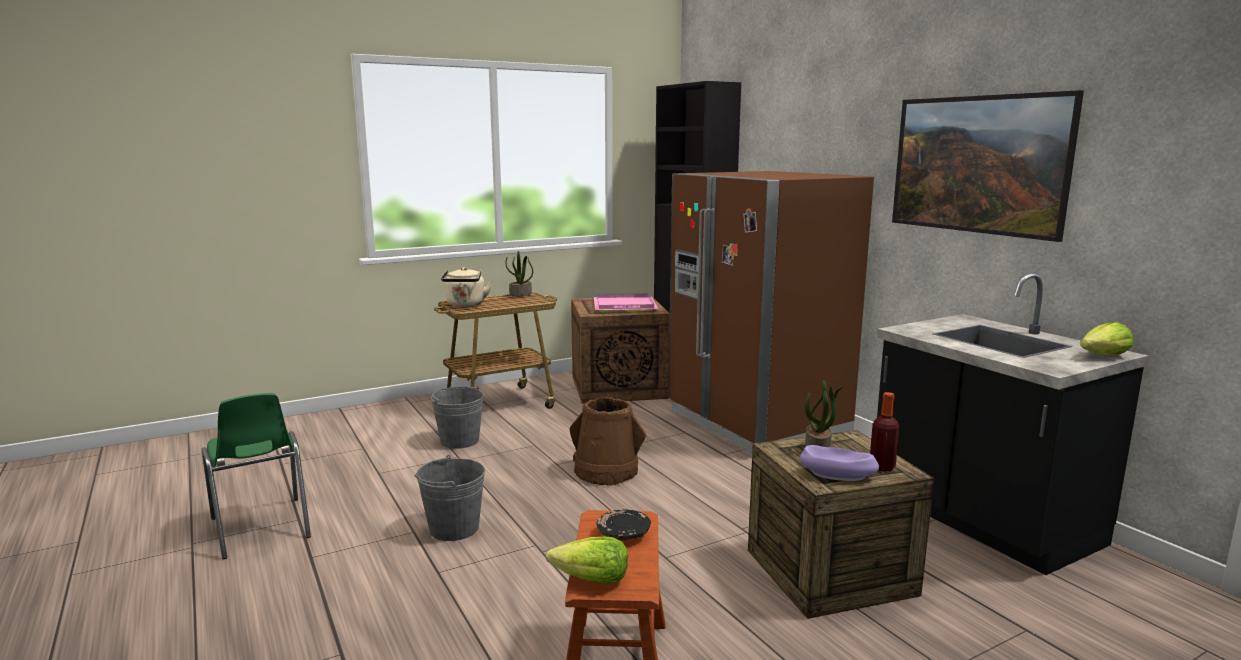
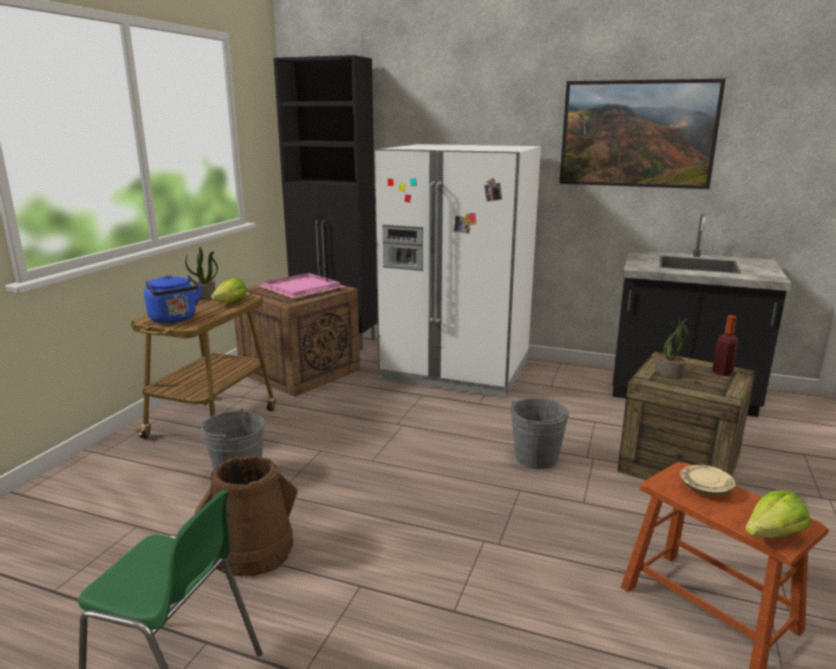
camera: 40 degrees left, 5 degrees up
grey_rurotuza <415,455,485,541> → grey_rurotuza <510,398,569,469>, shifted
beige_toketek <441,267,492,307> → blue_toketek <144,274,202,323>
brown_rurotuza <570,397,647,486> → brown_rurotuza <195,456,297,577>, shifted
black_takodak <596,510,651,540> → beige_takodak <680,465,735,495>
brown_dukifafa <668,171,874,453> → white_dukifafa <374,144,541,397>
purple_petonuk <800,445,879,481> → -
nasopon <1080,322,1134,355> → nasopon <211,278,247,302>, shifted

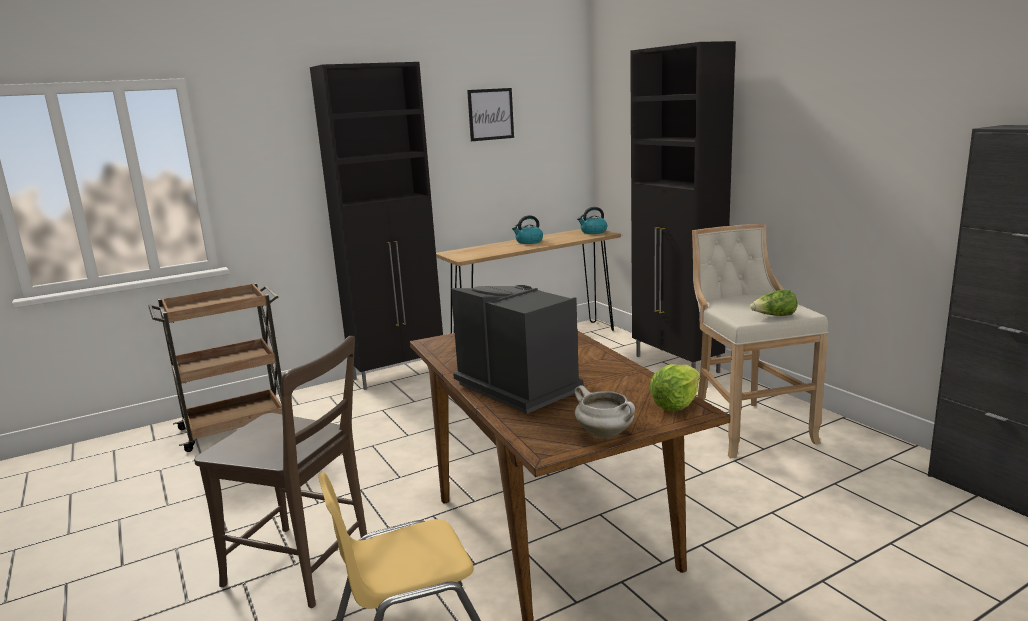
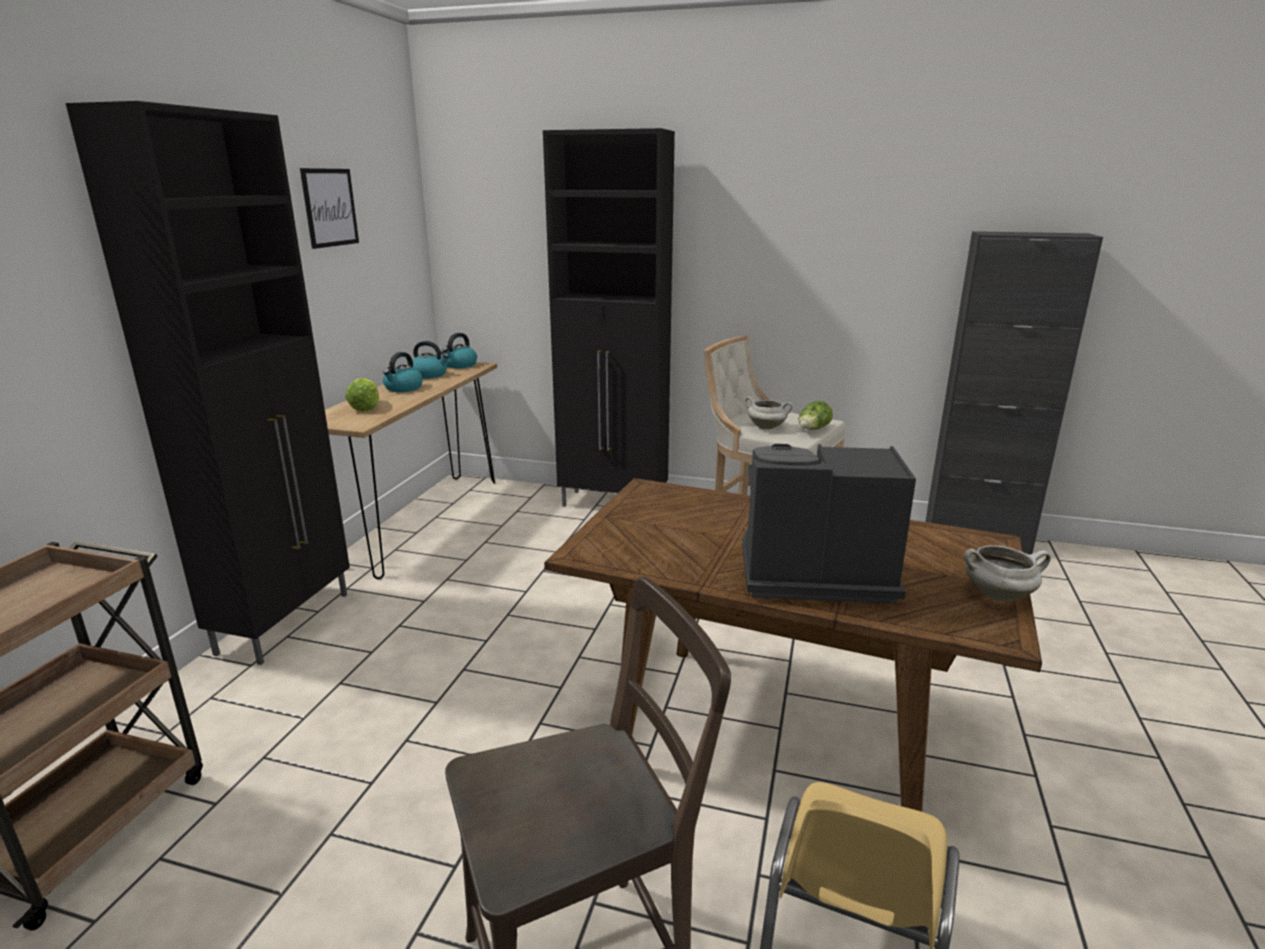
camera: 45 degrees left, 5 degrees up
nasopon <649,365,700,411> → nasopon <345,378,379,412>, shifted
- → toketek <413,341,449,379>
- → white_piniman <744,396,793,430>

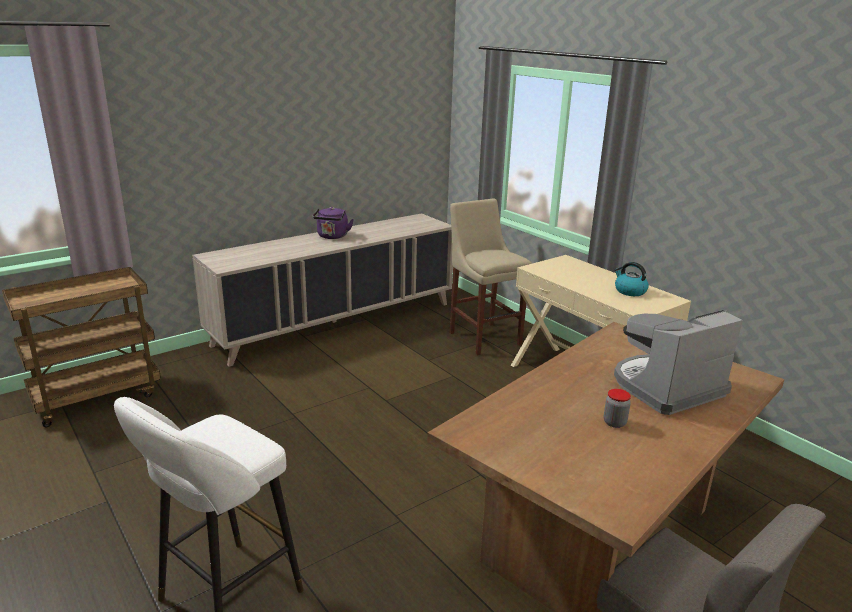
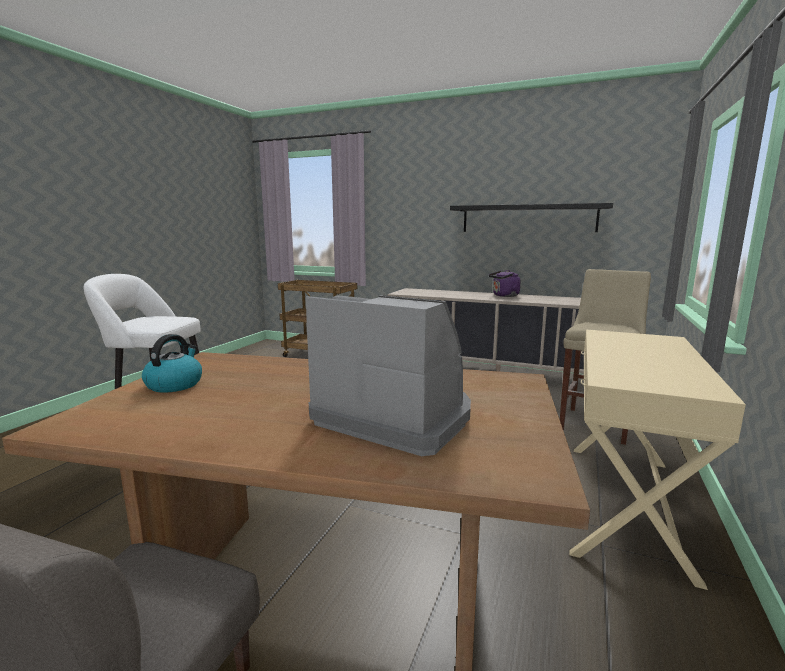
camera: 60 degrees right, 10 degrees down
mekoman <604,389,631,428> → -
toketek <614,262,649,296> → toketek <142,334,202,393>, shifted
- → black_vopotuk <450,203,613,232>

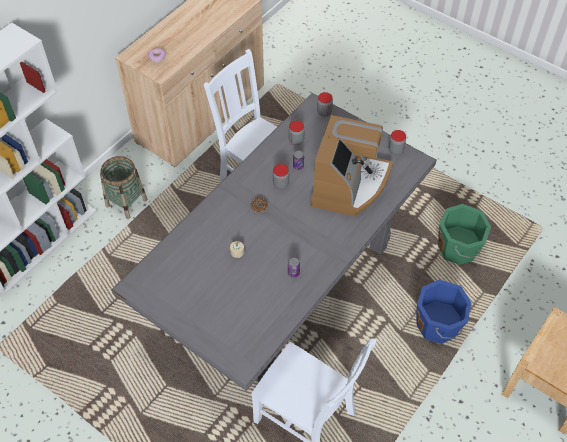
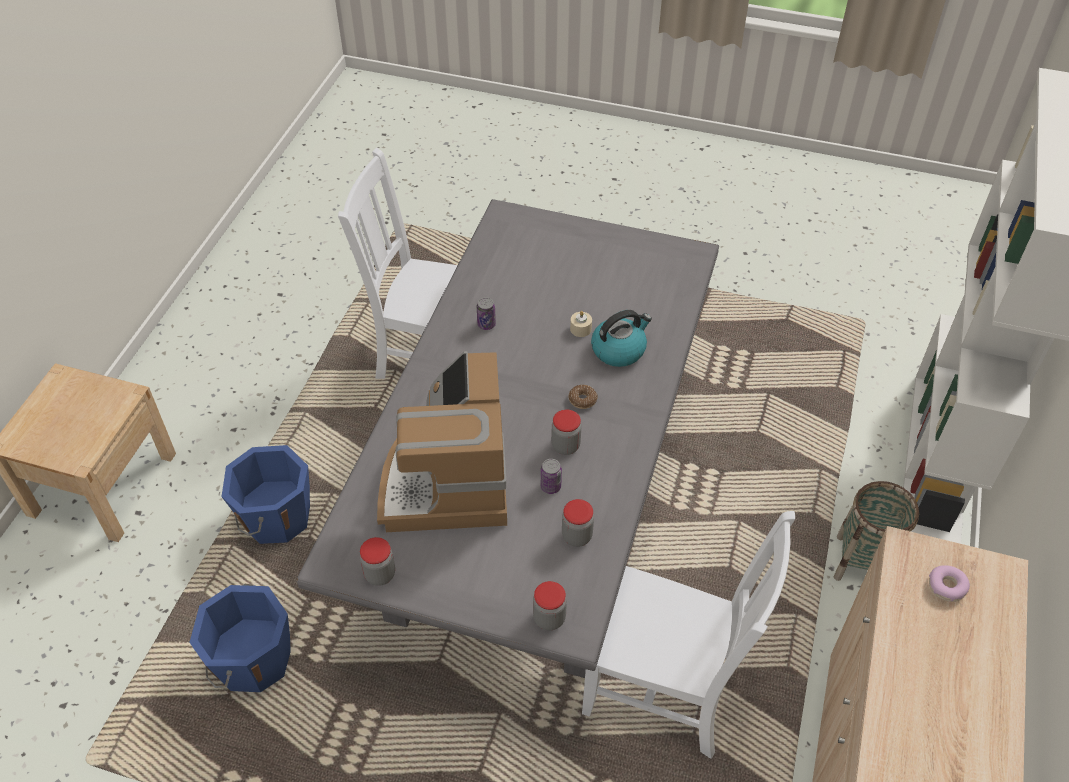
camera: 160 degrees right, 5 degrees down
green_rurotuza <438,204,491,265> → blue_rurotuza <189,584,291,692>
- → toketek <591,310,652,367>

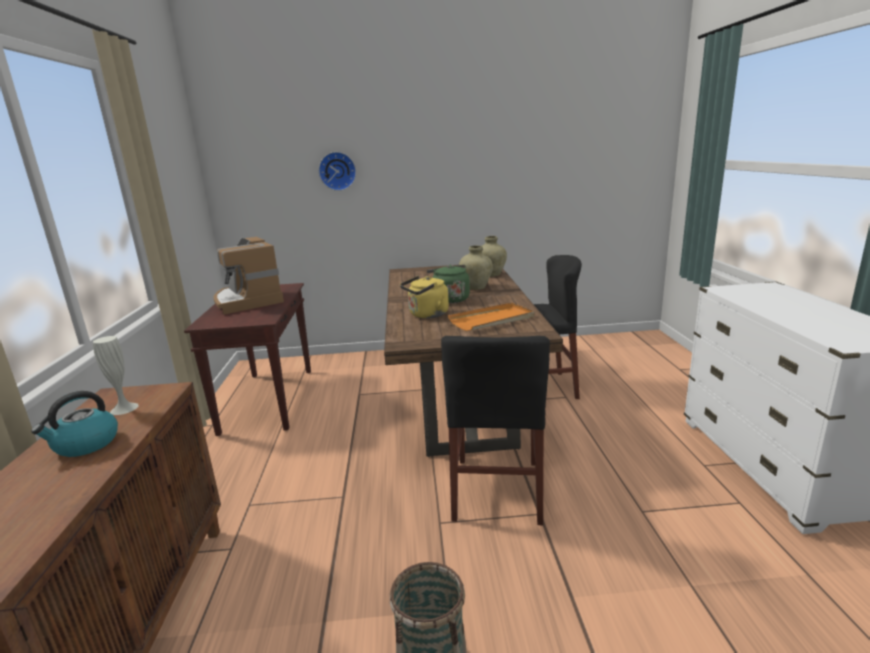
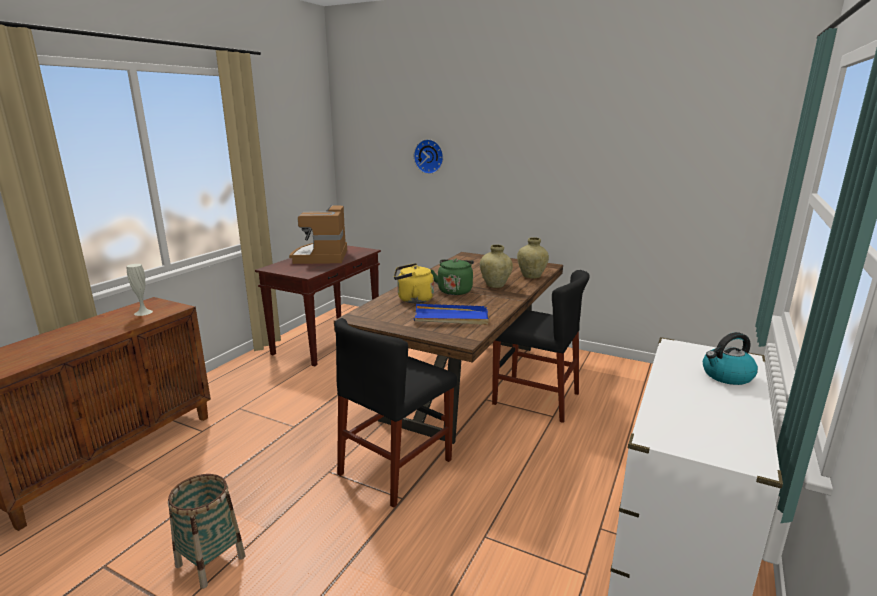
camera: 30 degrees right, 0 degrees up
toketek <31,391,118,457> → toketek <703,332,758,385>, shifted
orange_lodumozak <448,303,534,331> → blue_lodumozak <414,304,489,325>

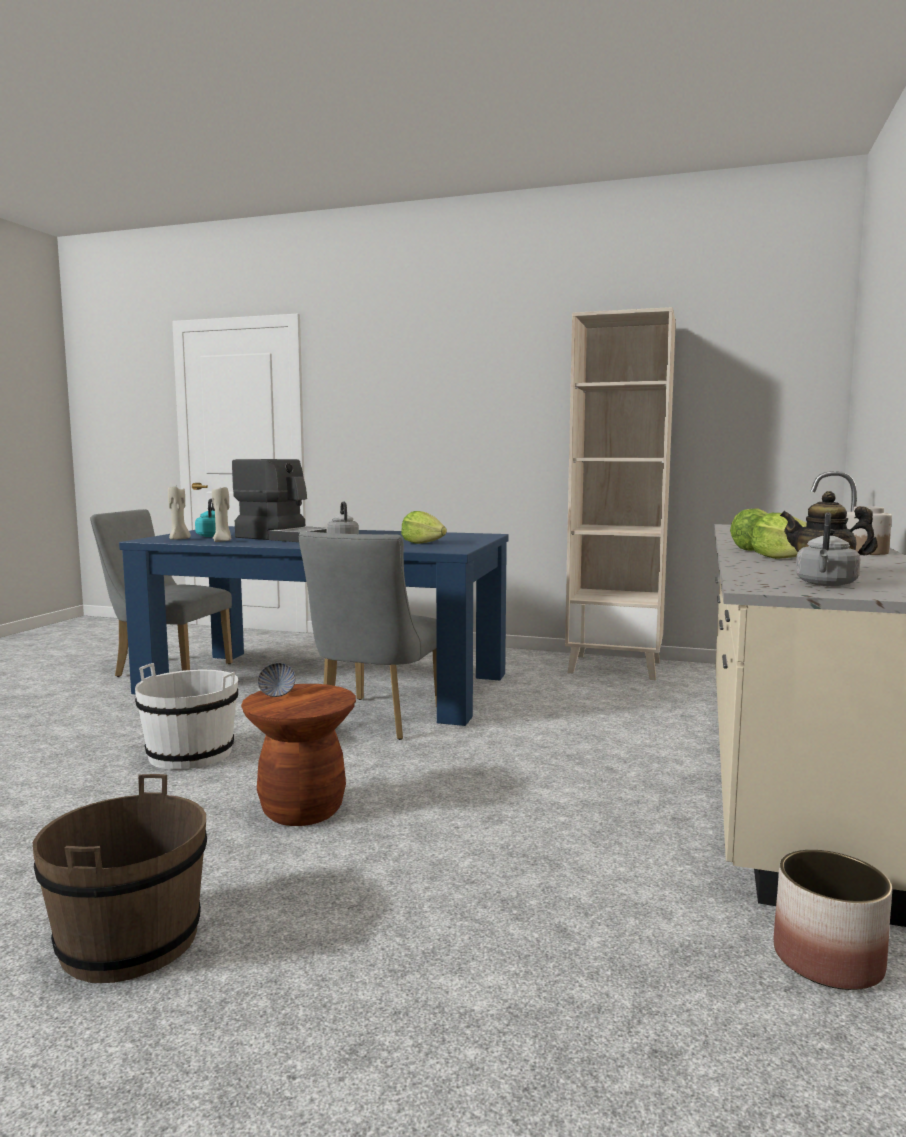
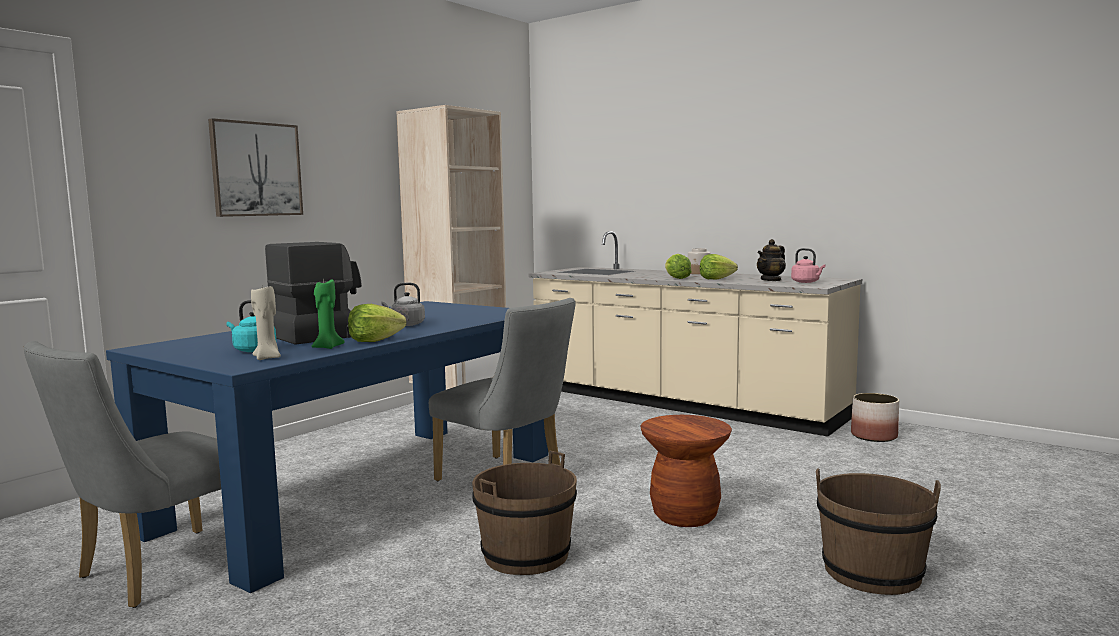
camera: 70 degrees left, 0 degrees up
white_rurotuza <135,663,238,770> → brown_rurotuza <472,451,577,575>
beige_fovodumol <212,487,231,542> → green_fovodumol <312,279,345,349>
petonuk <258,663,296,697> → -
nasopon <401,511,447,544> → nasopon <348,304,406,342>, shifted
grey_toketek <796,512,860,586> → pink_toketek <791,248,825,283>
- → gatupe <208,118,303,217>

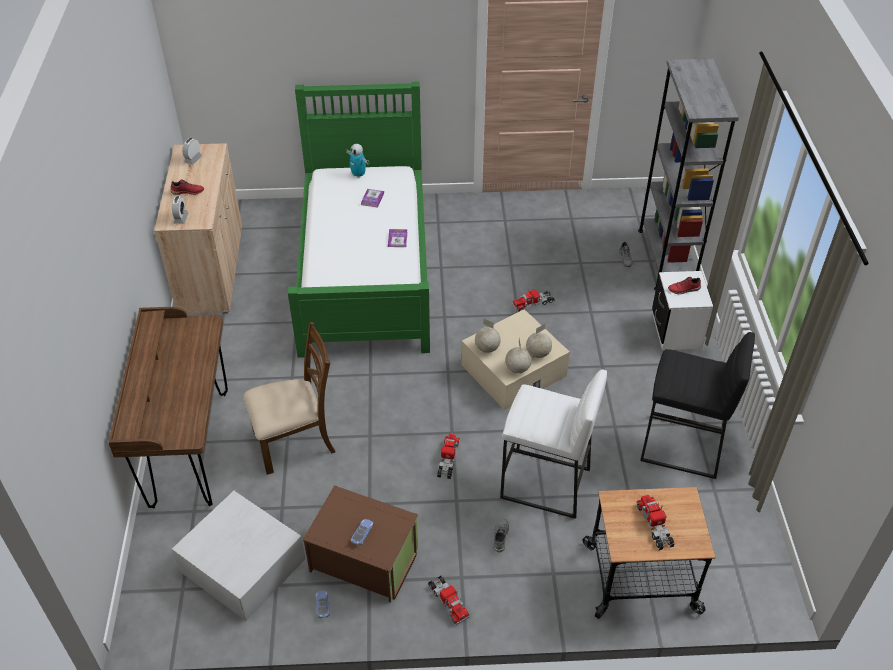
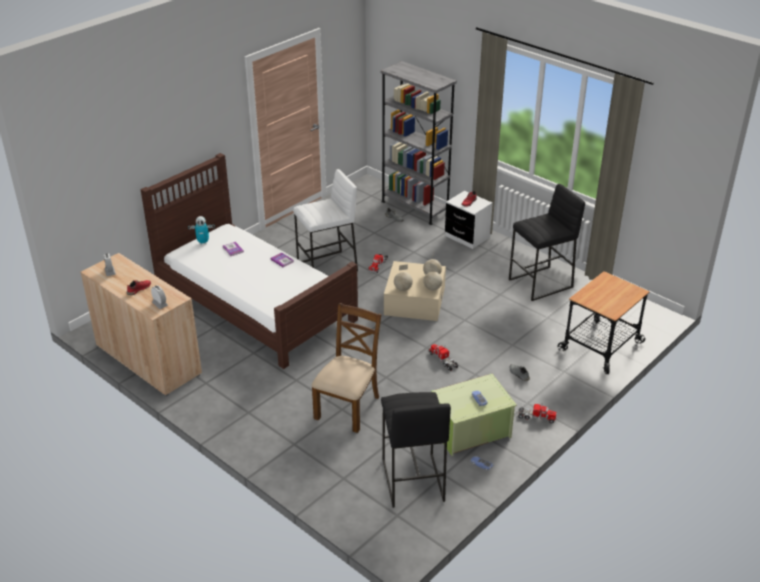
camera: 45 degrees left, 10 degrees down
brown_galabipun <108,307,228,508> → -
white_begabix <172,491,306,621> → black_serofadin <381,392,451,508>
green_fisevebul <288,82,430,358> → brown_fisevebul <140,153,358,369>
brown_begabix <303,485,419,602> → green_begabix <431,374,517,456>
white_serofadin <500,369,607,519> → white_serofadin <293,169,358,271>, shifted
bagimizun <636,495,675,550> → -

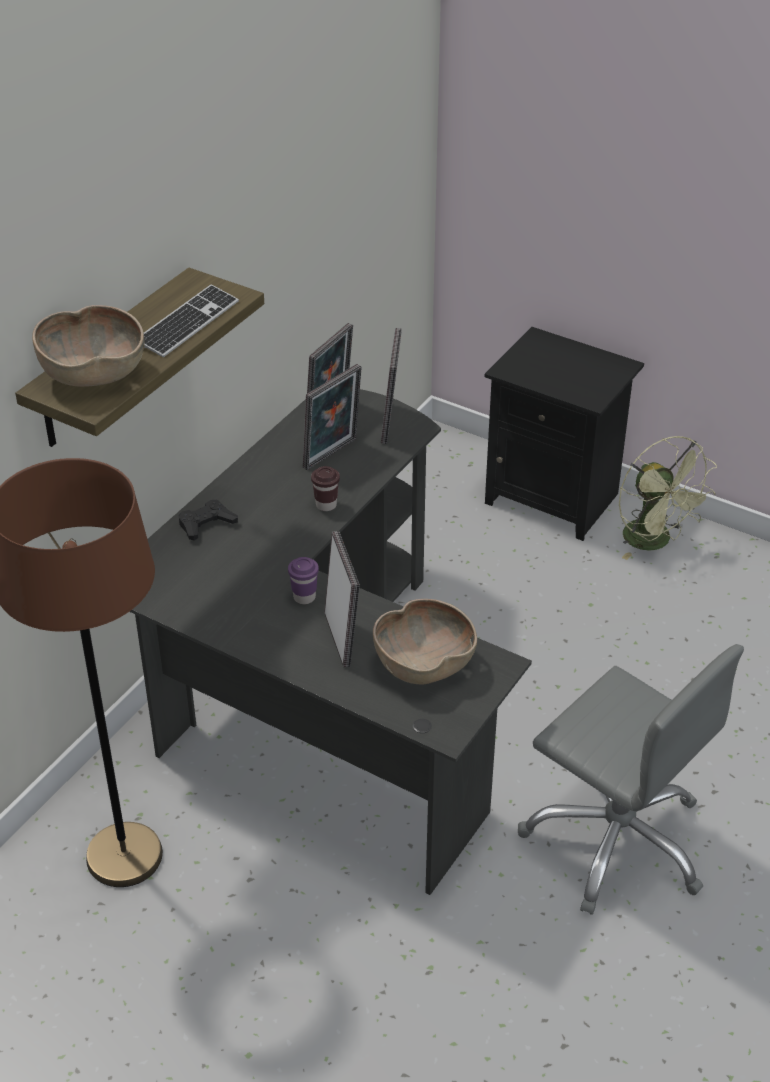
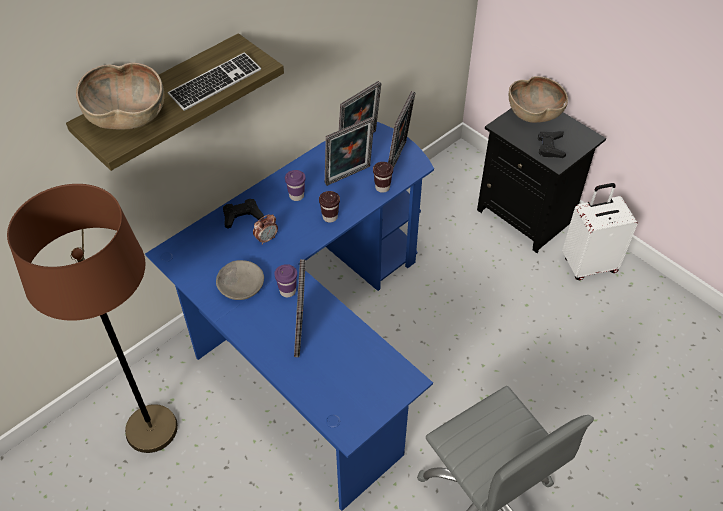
camera: 15 degrees right, 10 degrees up
black_galabipun <129,389,532,895> → blue_galabipun <145,122,434,511>
brown_petonuk <373,599,477,684> → brown_petonuk <509,76,568,123>, shifted
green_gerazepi <619,436,717,560> → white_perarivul <562,183,638,280>
- → grey_petonuk <216,260,264,300>
- → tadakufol <253,214,278,245>
- → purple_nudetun <285,170,306,201>
- → brown_nudetun <373,162,393,193>
- → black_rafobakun <538,131,566,158>

